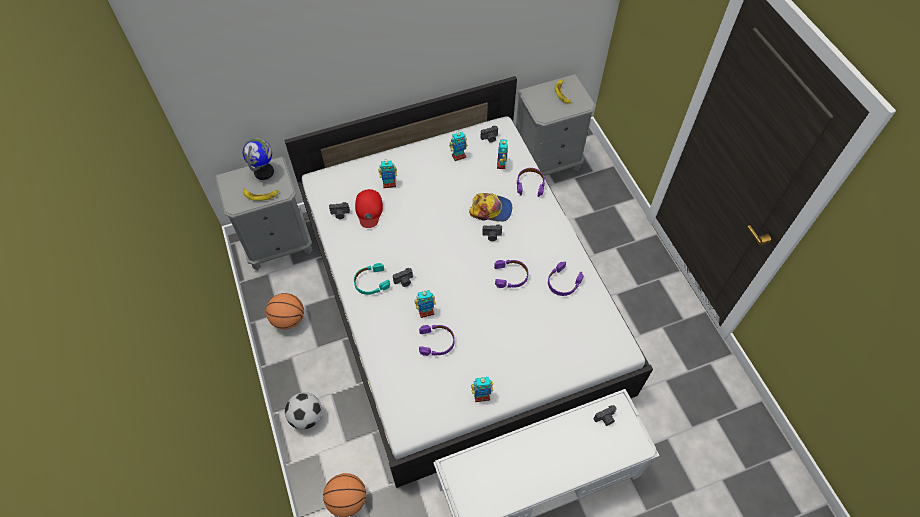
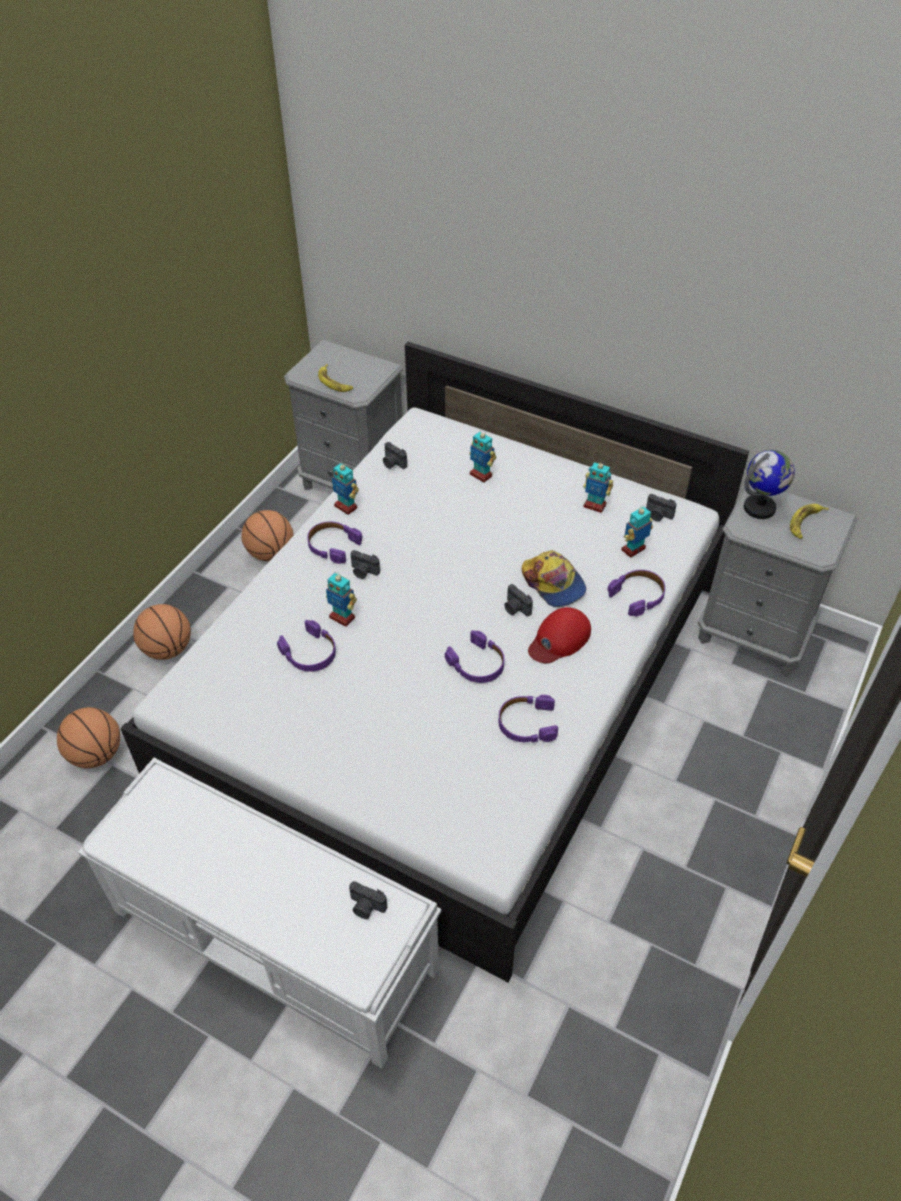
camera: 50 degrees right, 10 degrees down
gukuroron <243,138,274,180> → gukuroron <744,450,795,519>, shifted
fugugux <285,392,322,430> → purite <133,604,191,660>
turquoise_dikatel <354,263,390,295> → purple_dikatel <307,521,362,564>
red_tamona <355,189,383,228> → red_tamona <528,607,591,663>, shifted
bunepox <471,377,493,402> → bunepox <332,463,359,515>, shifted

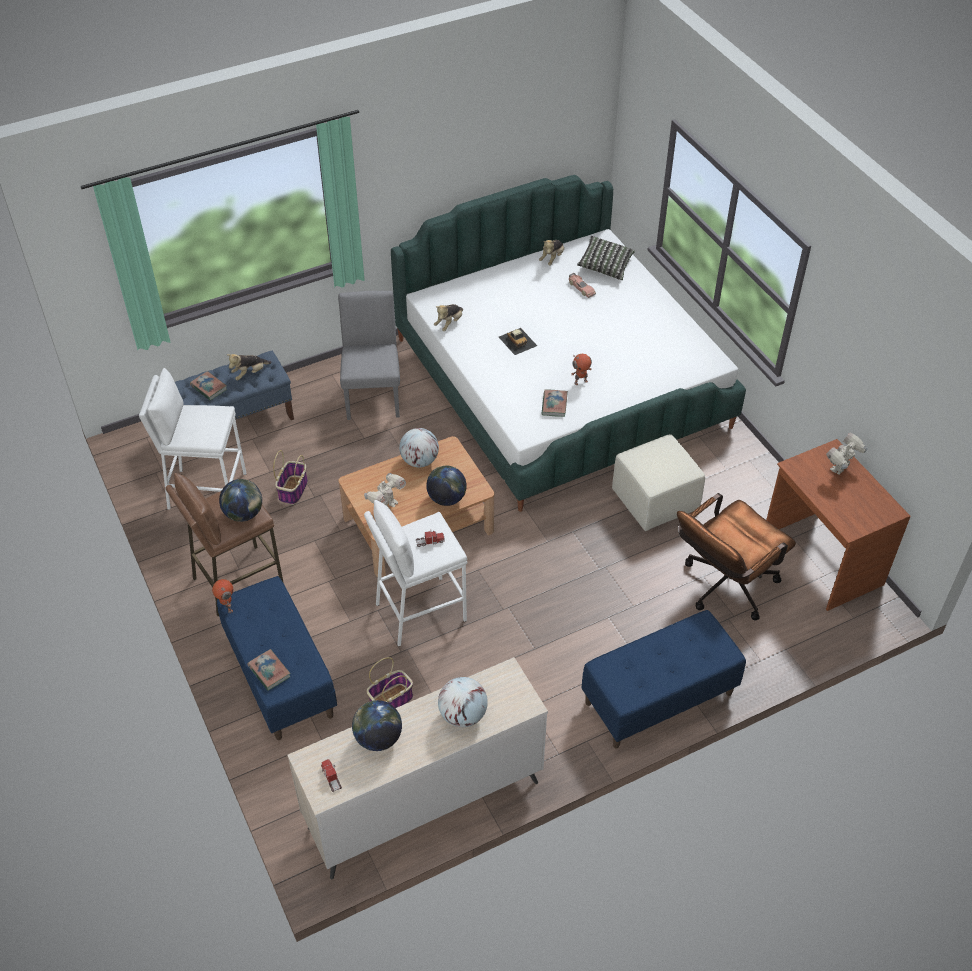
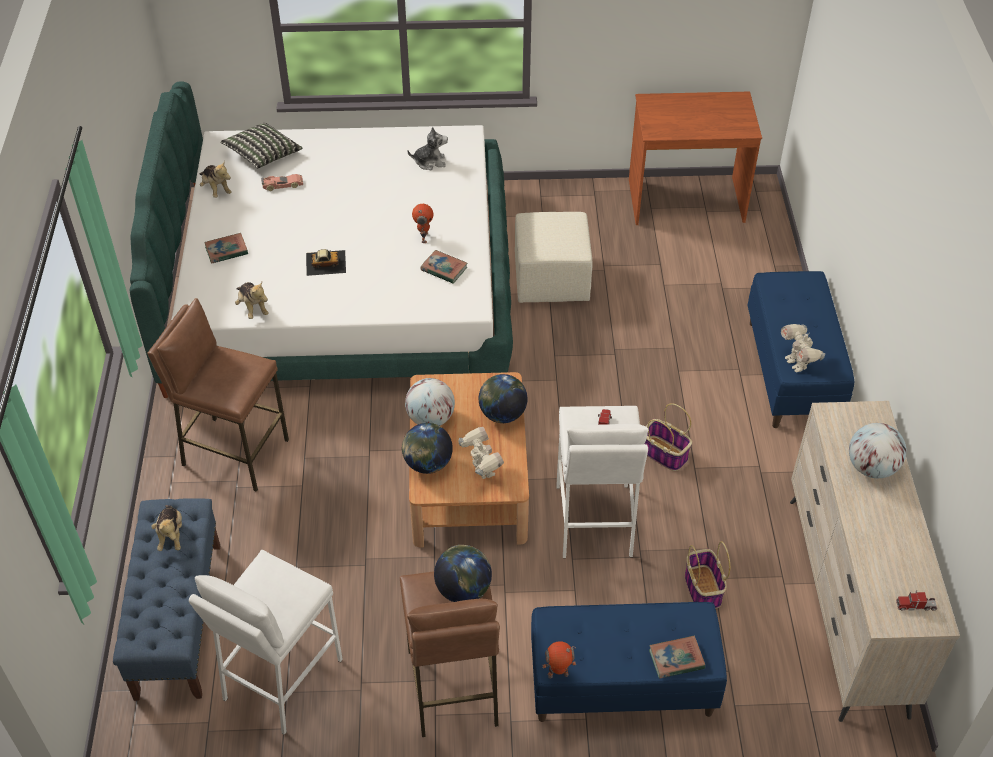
camera: 65 degrees left, 0 degrees up
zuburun <190,371,227,400> → zuburun <204,233,248,264>, shifted
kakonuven <273,450,308,505> → kakonuven <645,403,692,471>, shifted
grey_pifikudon <338,291,400,420> → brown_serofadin <147,298,289,492>
gukuroron <352,700,402,751> → gukuroron <402,423,453,474>, shifted
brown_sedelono <677,493,796,620> → -
bunepox <826,433,868,475> → bunepox <781,324,825,372>, shifted
- → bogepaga <407,127,448,170>

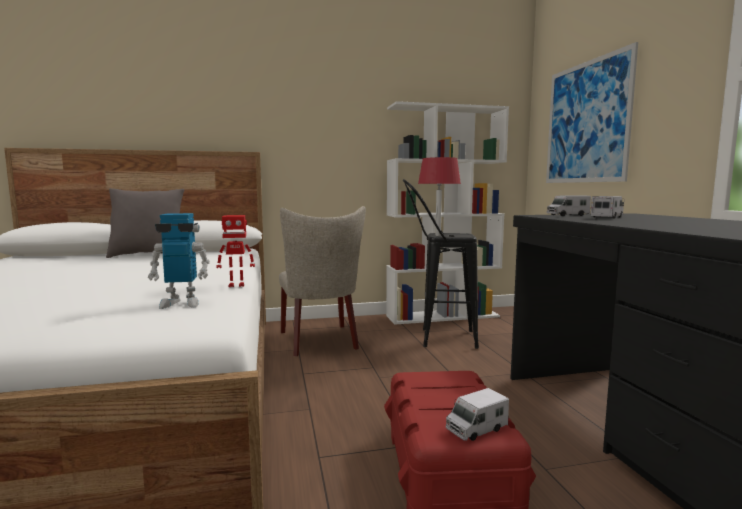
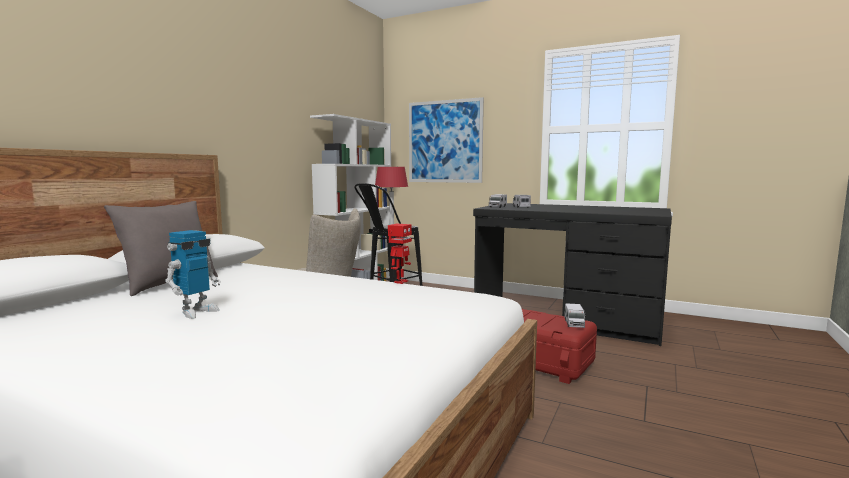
camera: 50 degrees left, 0 degrees up
bunepox <148,213,210,309> → bunepox <165,230,220,319>, shifted

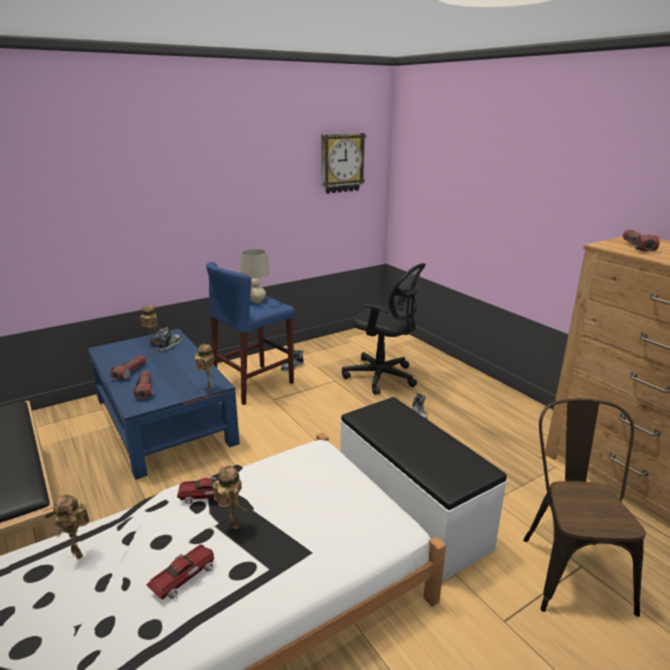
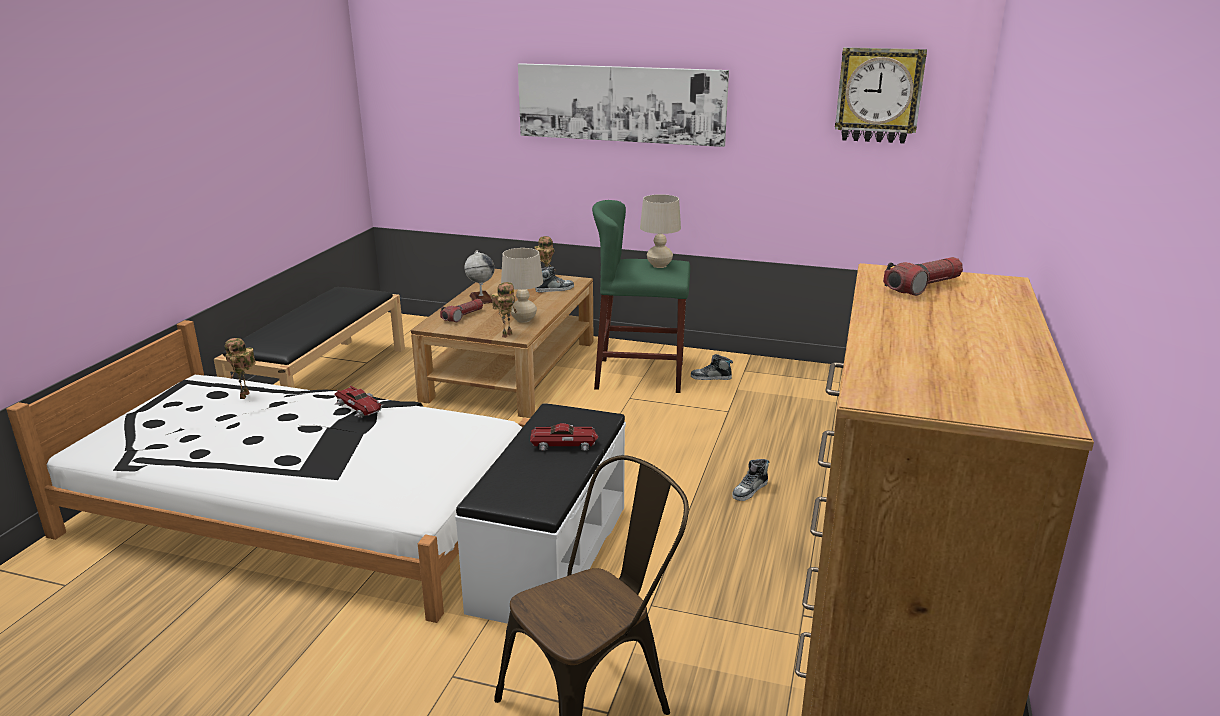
camera: 50 degrees right, 0 degrees up
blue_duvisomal <88,329,240,480> → brown_duvisomal <411,269,593,418>
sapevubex <110,355,146,379> → gukuroron <464,250,495,304>
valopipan <146,544,214,600> → valopipan <530,423,599,451>, shifted
blue_serofadin <206,262,295,405> → green_serofadin <592,200,690,393>
bunepox <212,466,247,529> → -
black_sedelono <342,263,426,395> → -
- → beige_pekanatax <501,248,543,323>
- → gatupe <518,63,729,147>

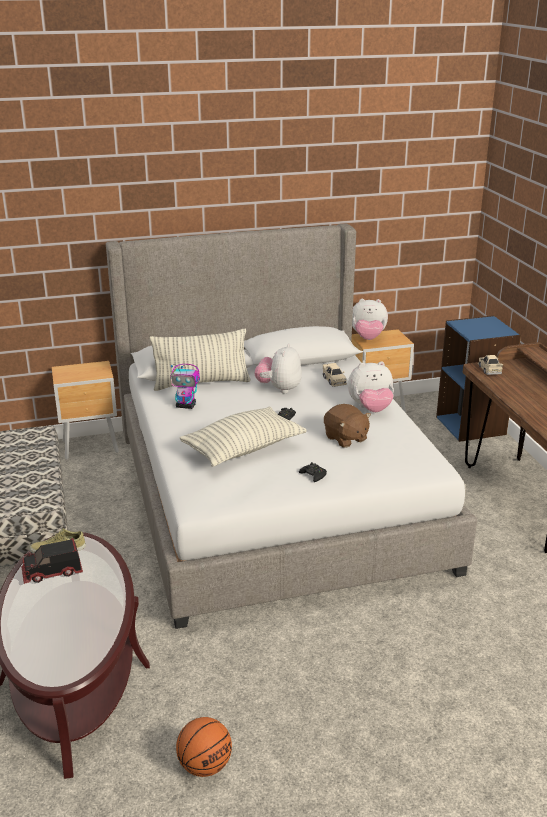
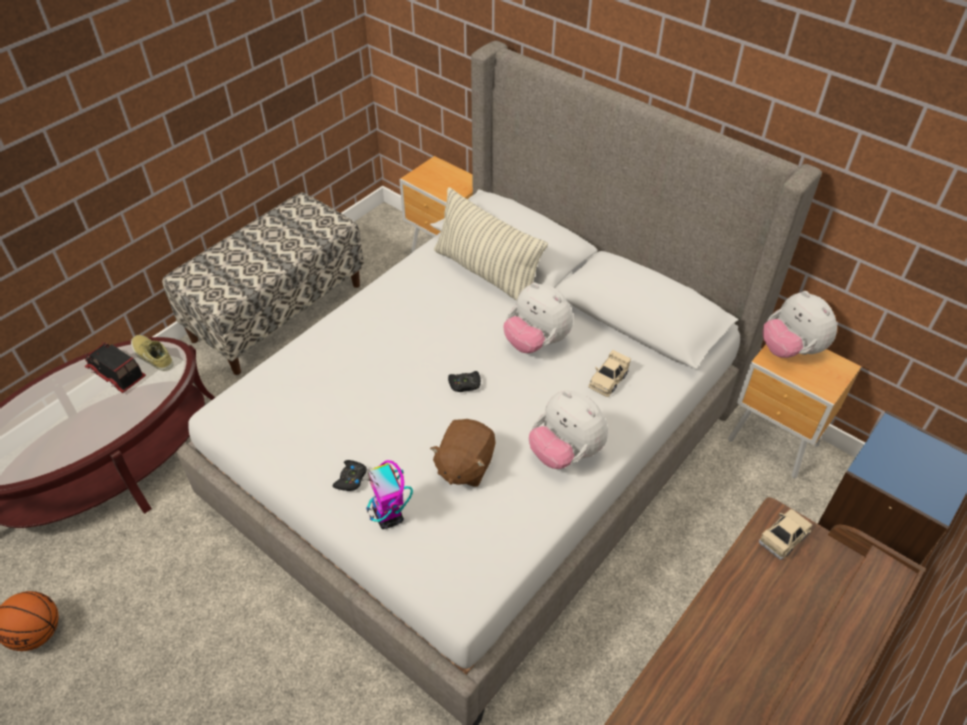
camera: 55 degrees right, 20 degrees up
bunepox <170,364,200,409> → bunepox <350,460,413,529>, shifted
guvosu <180,407,307,467> → -
bogepaga <254,343,302,393> → bogepaga <504,282,573,353>, 120 degrees counterclockwise

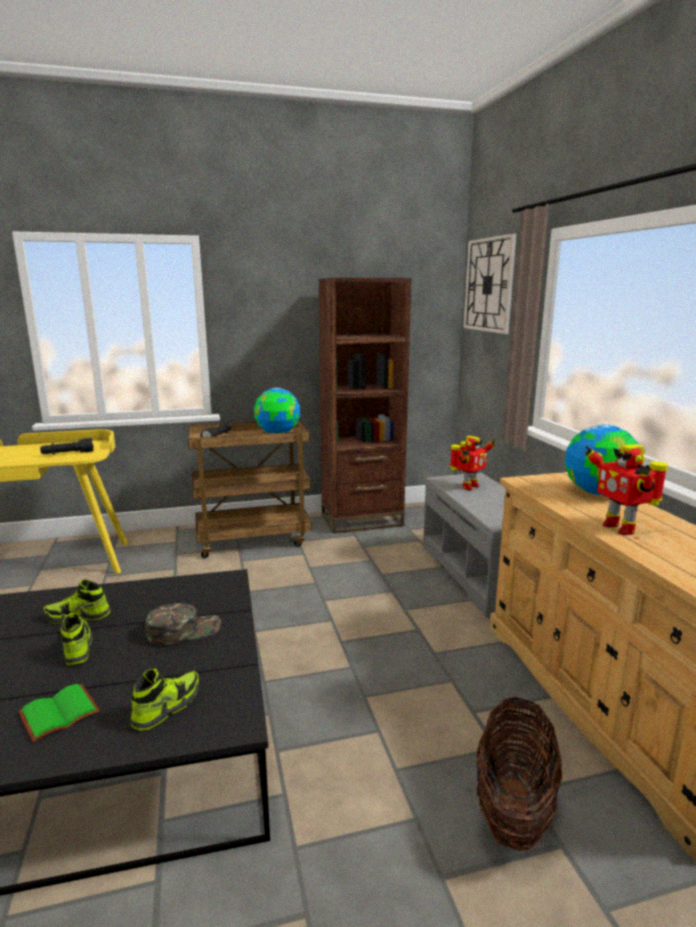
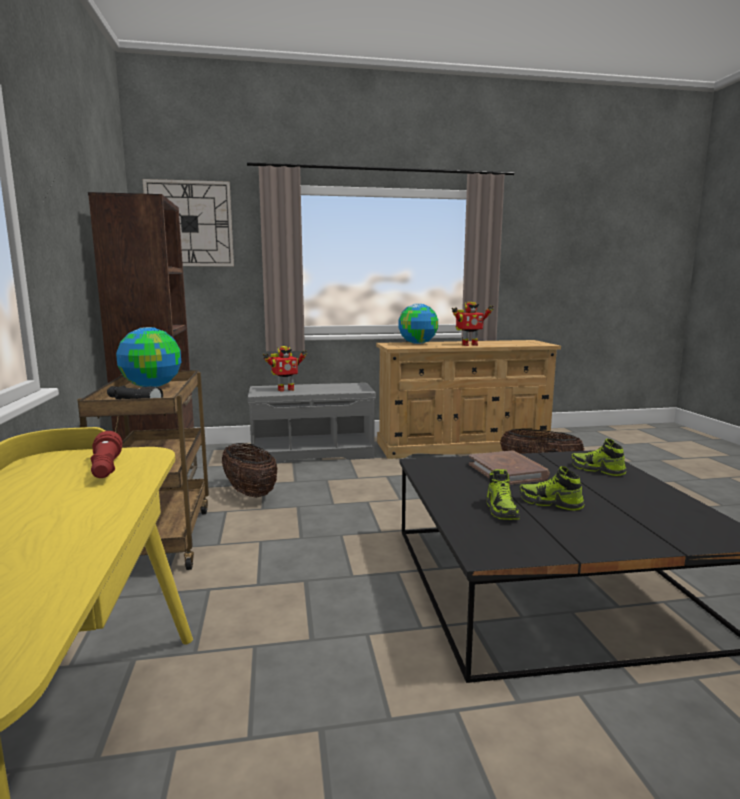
camera: 85 degrees left, 5 degrees down
green_zuburun <18,684,100,743> → -
black_sapevubex <40,438,94,454> → red_sapevubex <90,431,123,478>
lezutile <60,613,92,665> → lezutile <519,466,584,511>, 45 degrees clockwise
green_tamona <145,603,221,645> → brown_zuburun <469,450,550,485>
bunepox <450,436,496,491> → bunepox <263,346,307,392>, 105 degrees clockwise
- → kakonuven <222,443,277,498>

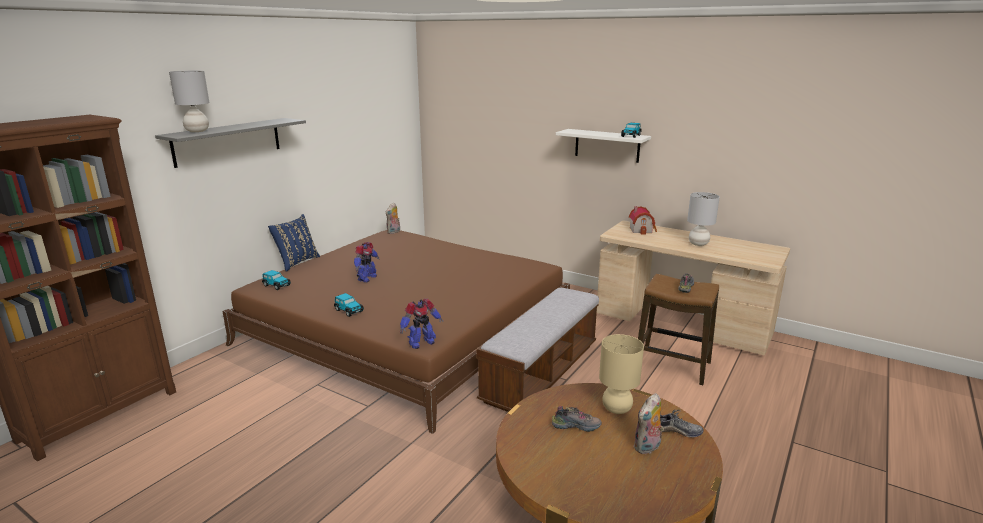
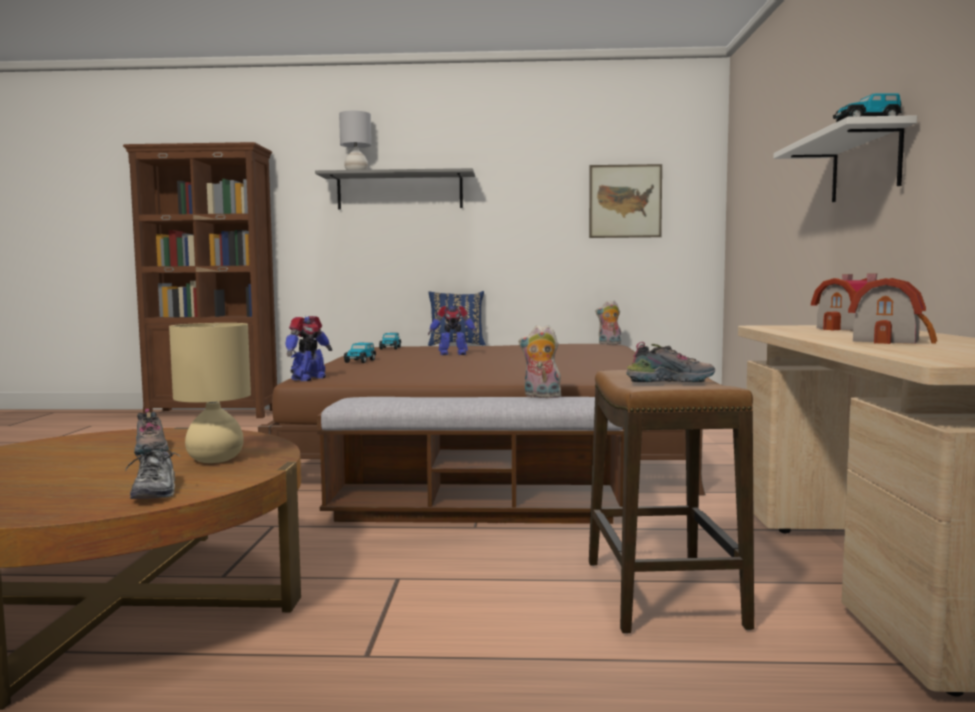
camera: 60 degrees right, 15 degrees down
bunepox <400,299,443,349> → bunepox <285,316,332,381>, 90 degrees counterclockwise
bogepaga <633,393,664,455> → bogepaga <519,325,561,398>, shifted
grey_pekanatax <687,192,720,246> → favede <848,273,937,344>
- → gatupe <589,164,662,238>

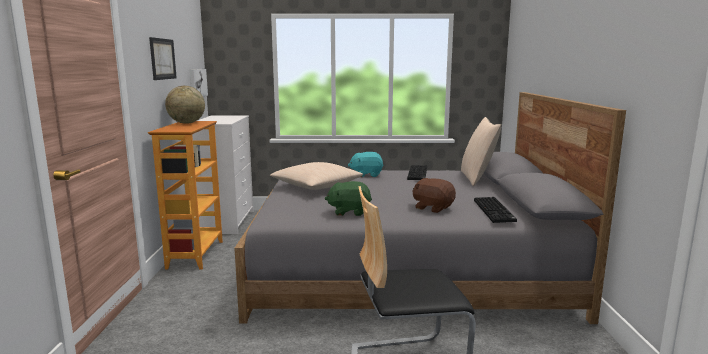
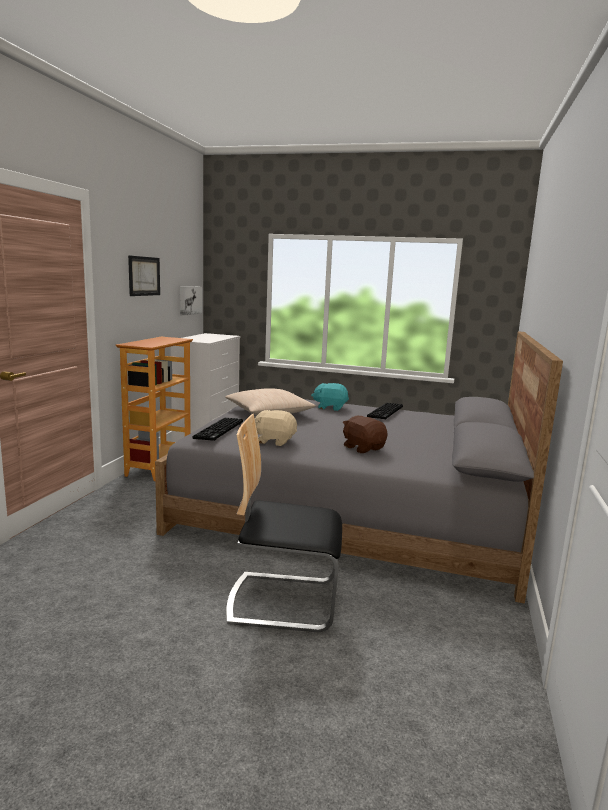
camera: 15 degrees right, 0 degrees up
gukuroron <165,86,205,124> → -
green_bogepaga <325,181,372,216> → beige_bogepaga <255,410,297,446>
beige_guvosu <461,117,501,186> → -
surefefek <474,197,517,223> → surefefek <192,418,243,441>, shifted

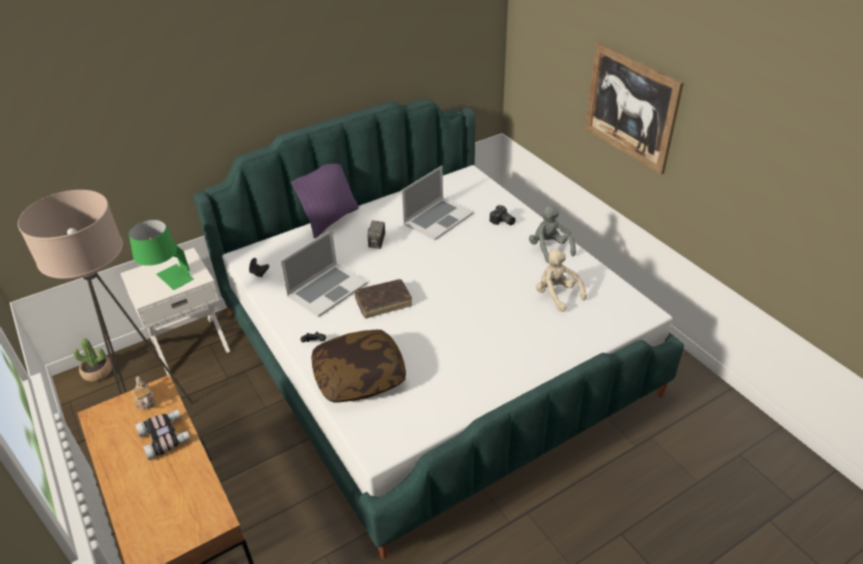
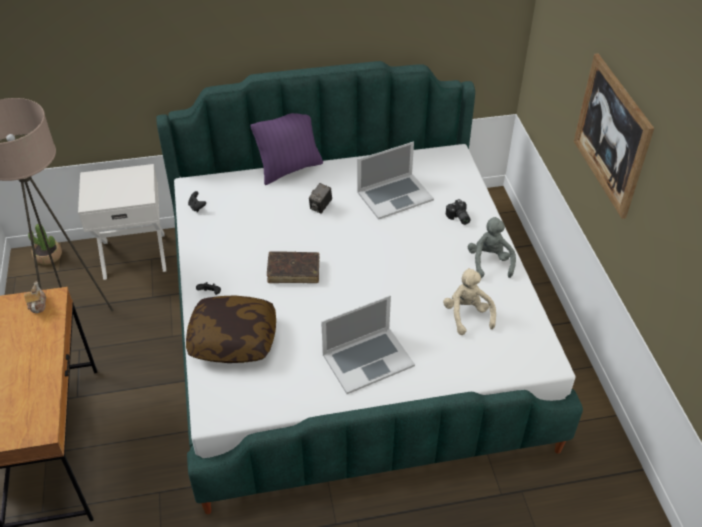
camera: 20 degrees right, 5 degrees up
green_pekanatax <129,219,194,290> → -
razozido <135,410,191,460> → -
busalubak <280,230,368,317> → busalubak <321,295,415,394>, shifted

